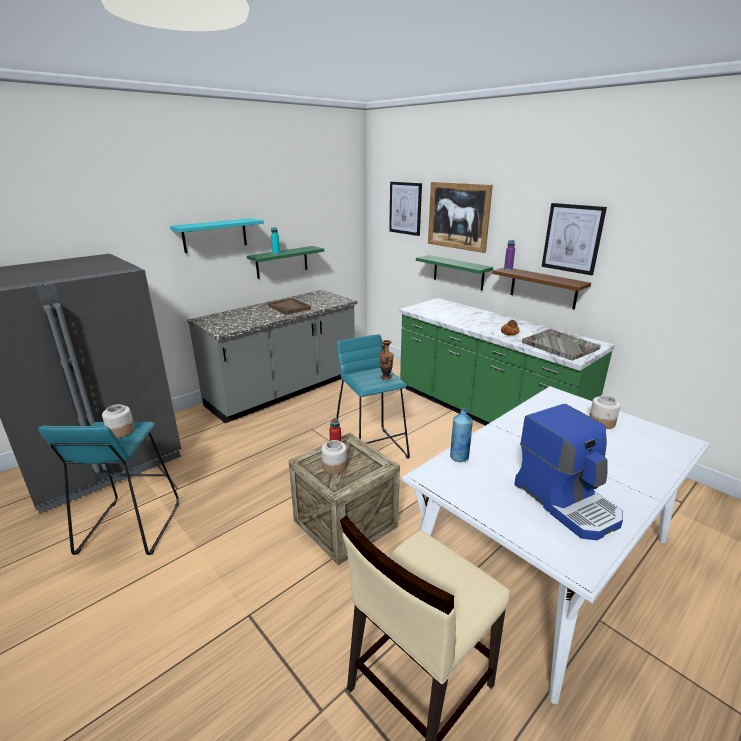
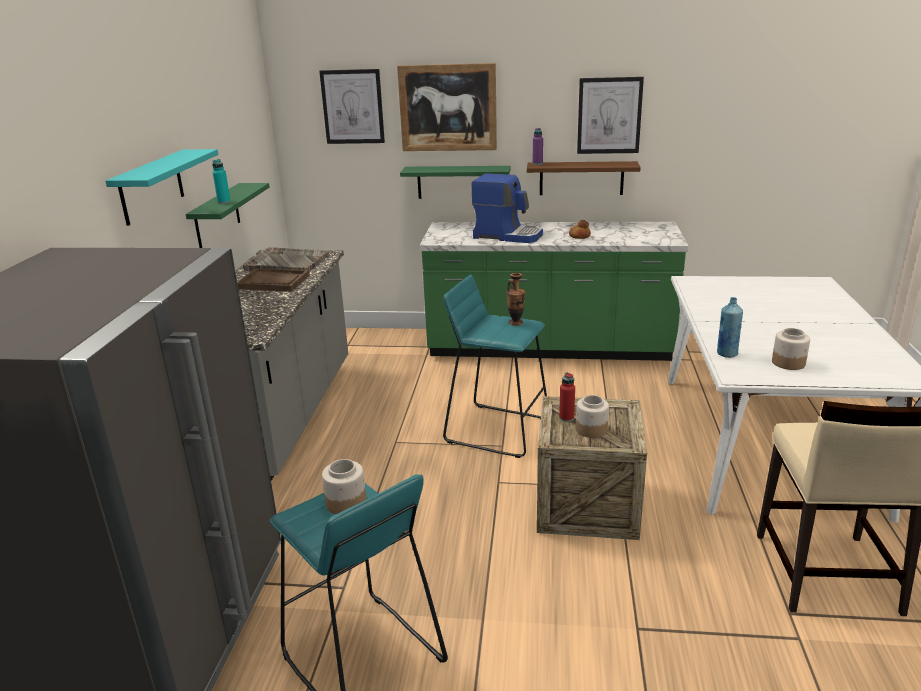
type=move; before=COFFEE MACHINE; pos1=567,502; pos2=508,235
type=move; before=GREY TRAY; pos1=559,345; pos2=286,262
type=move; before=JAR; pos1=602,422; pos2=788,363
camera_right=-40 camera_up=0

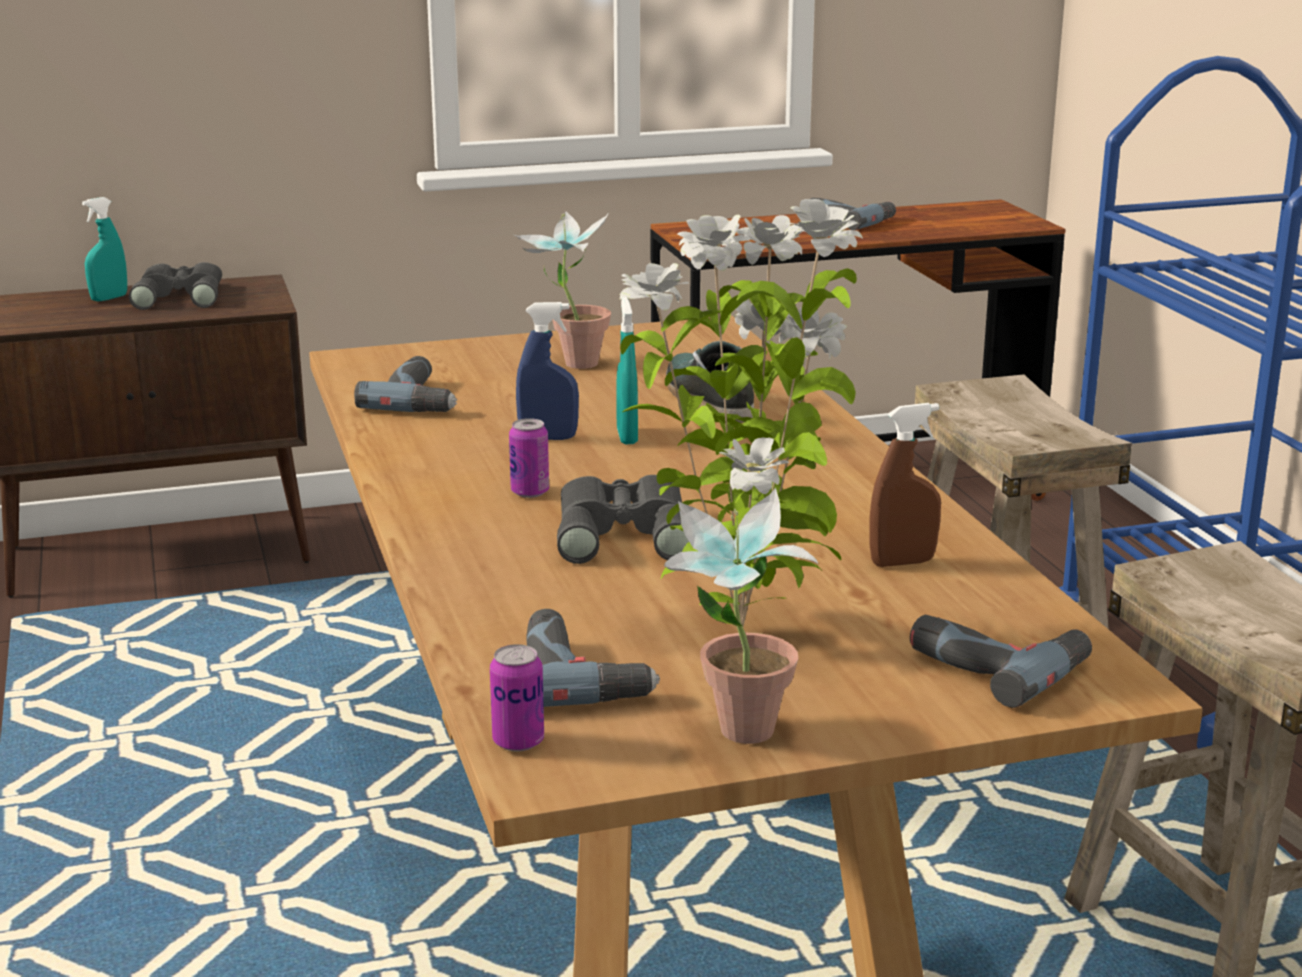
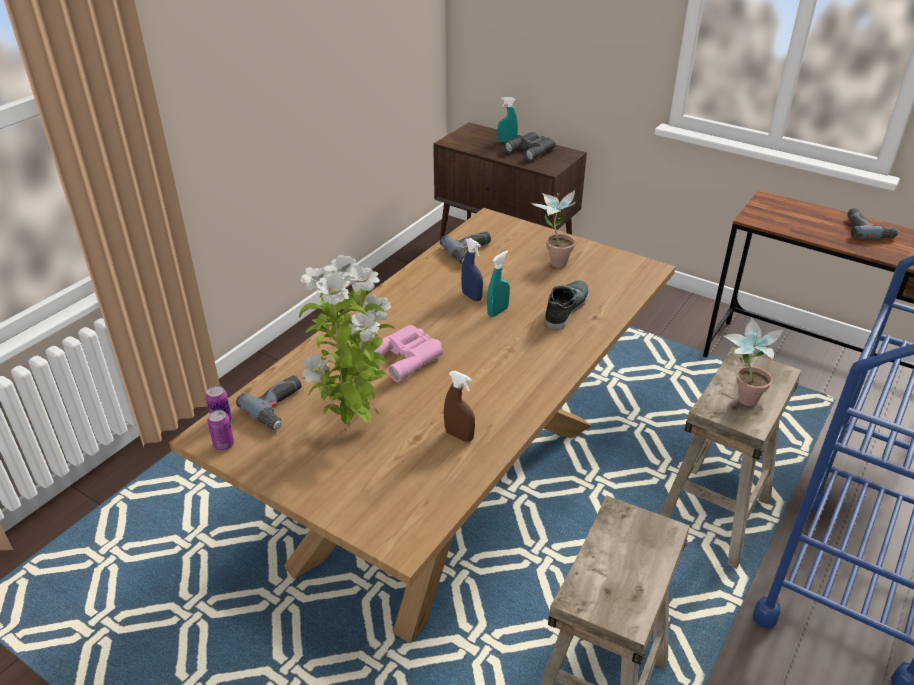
type=move; before=CAN; pos1=530,492; pos2=224,444
type=recolor; before=GREY BINOCULARS; after=PINK BINOCULARS; pos1=623,531; pos2=407,357
type=move; before=POTTED PLANT; pos1=734,739; pos2=740,400
type=delete; before=POWER DRILL; pos1=997,664
camera_right=50 camera_up=15

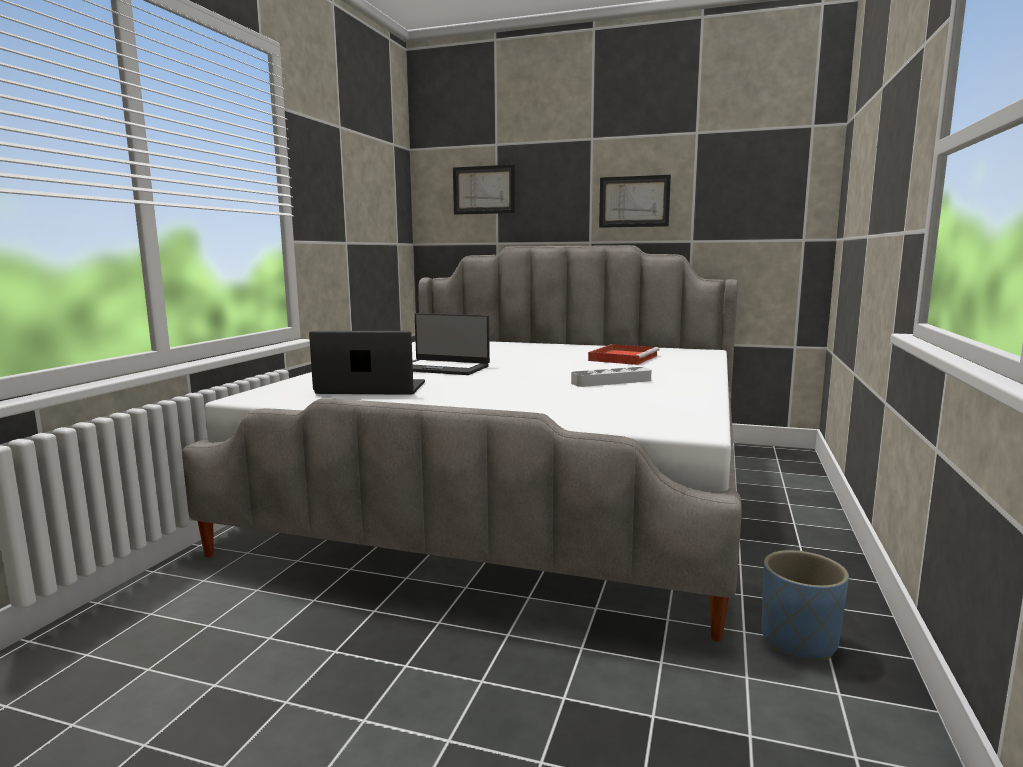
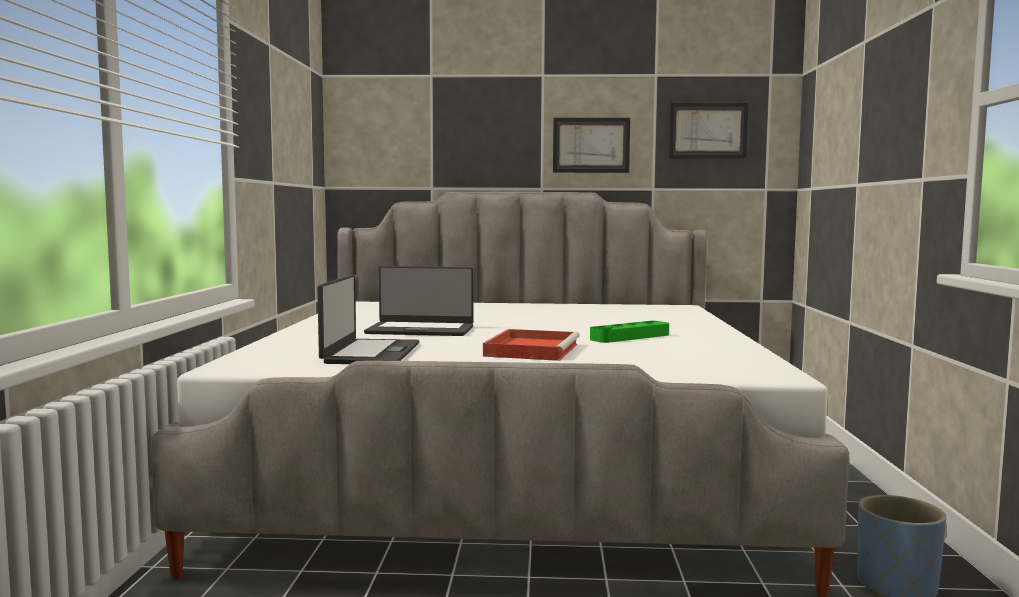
type=rotate; before=LAPTOP; pos1=370,389; pos2=370,353; turn=105
type=move; before=PICTURE; pos1=484,190; pos2=707,130
type=recolor; before=GREY TRAY; after=GREEN TRAY; pos1=611,381; pos2=630,337
type=move; before=RED TRAY; pos1=623,358; pos2=531,349
camera_right=-15 camera_up=-5

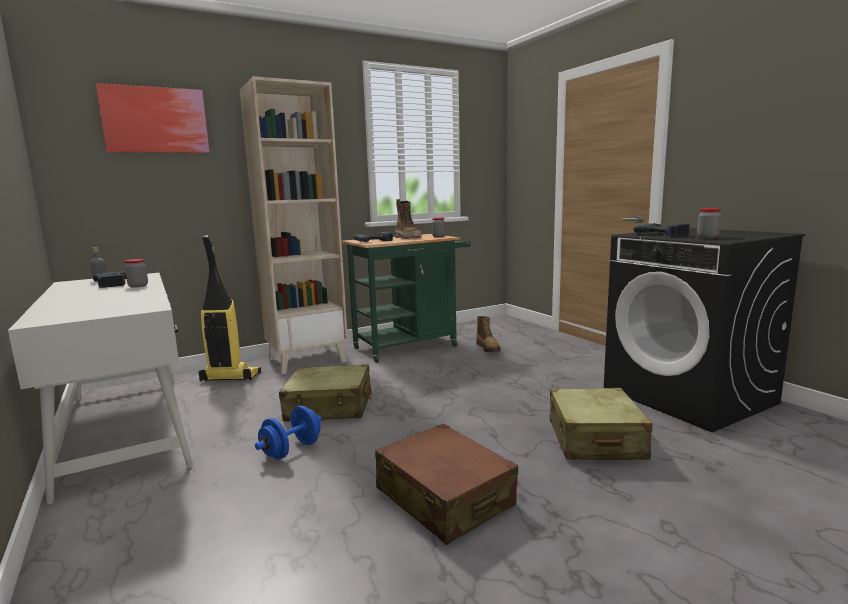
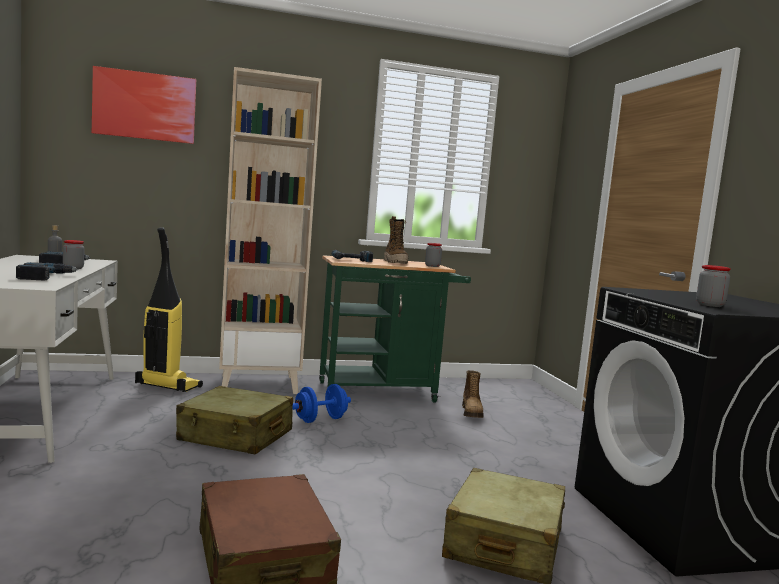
type=move; before=BLUE DUMBBELL; pos1=291,450; pos2=320,419
type=move; before=POWER DRILL; pos1=663,234; pos2=45,276
camera_right=15 camera_up=-5

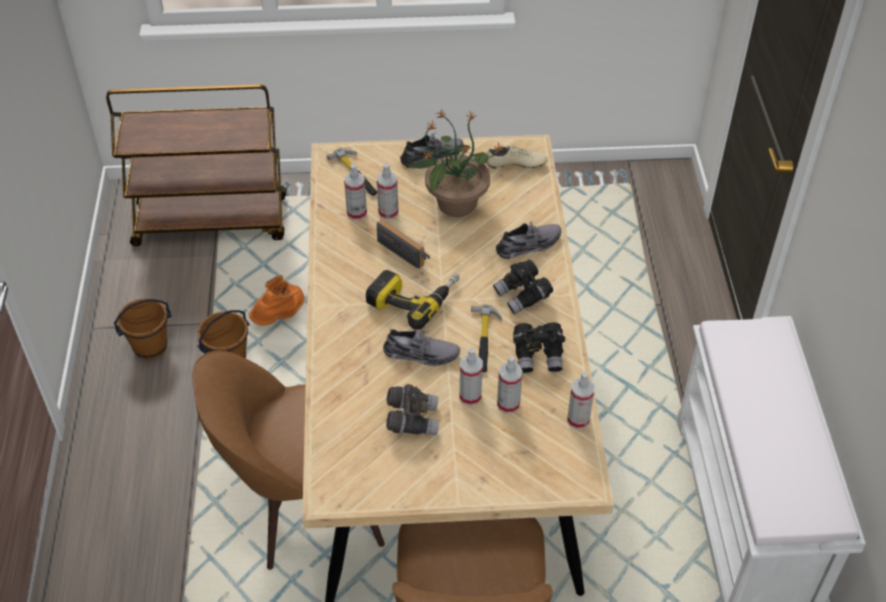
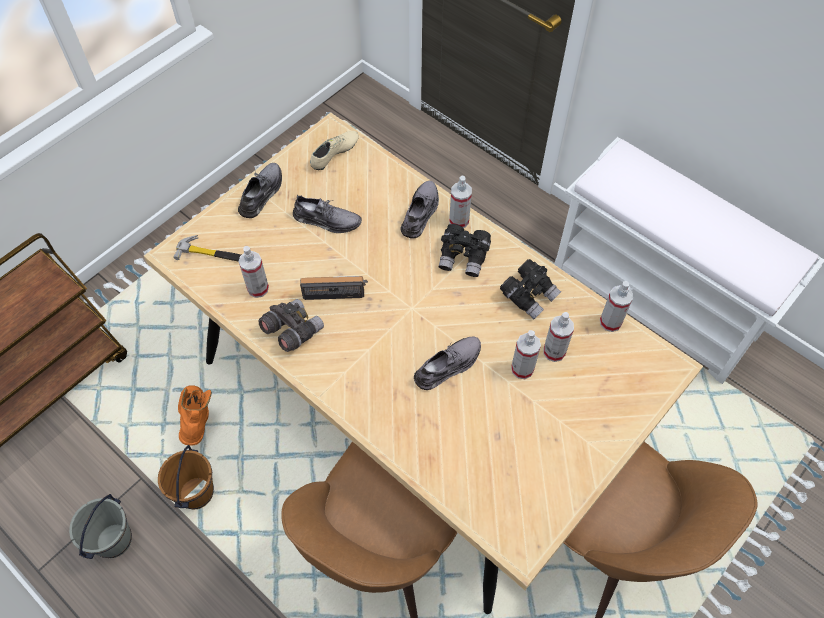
type=recolor; before=BROWN BUCKET; after=GREY BUCKET; pos1=150,347; pos2=113,540
type=delete; before=POWER DRILL; pos1=413,298
type=move; before=SPRAY BOTTLE; pos1=388,212; pos2=459,220
type=move; before=GREY BINOCULARS; pos1=412,419; pos2=292,331
type=replace; before=POTTED PLANT; after=GREY SHOE; pos1=455,203; pos2=327,220
type=delete; before=HAMMER; pos1=484,340
camera_right=-45 camera_up=10

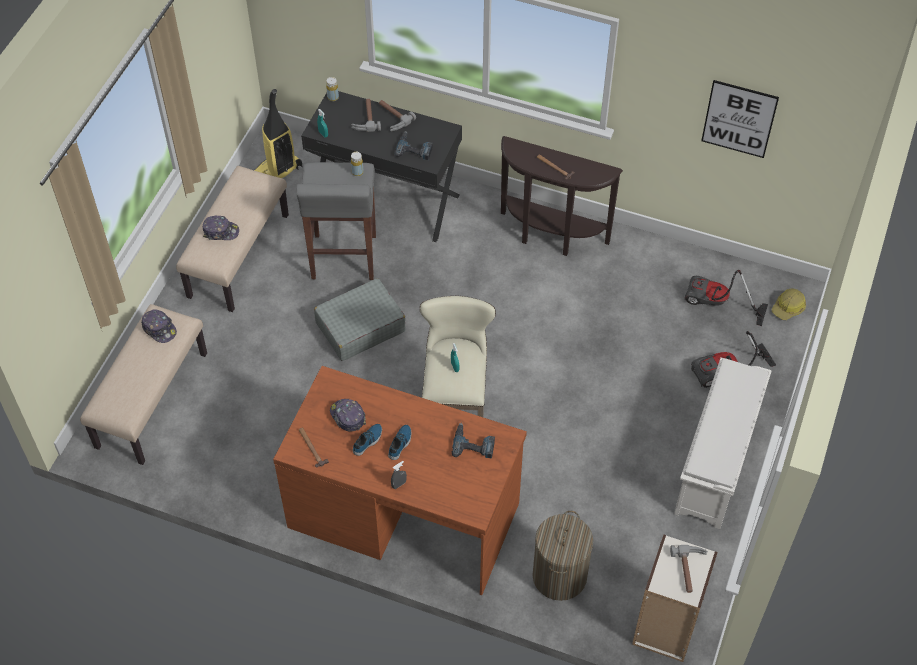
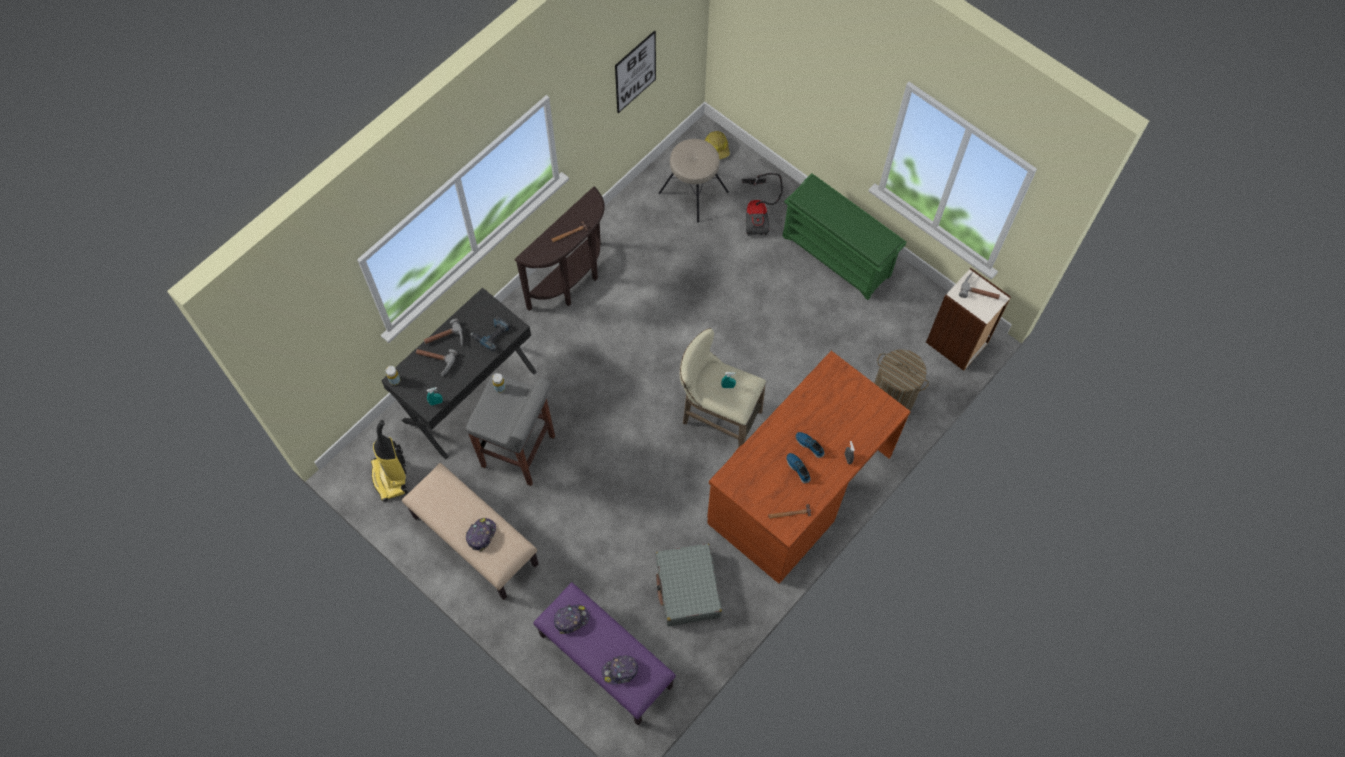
type=recolor; before=BEIGE BENCH; after=PURPLE BENCH; pos1=151,399; pos2=604,661
type=move; before=GREY SUITCASE; pos1=360,327; pos2=687,588
type=move; before=CAP; pos1=347,416; pos2=620,671
type=delete; before=POWER DRILL; pos1=473,444
type=recolor; before=WHITE SHOE RACK; after=GREEN SHOE RACK; pos1=715,466; pos2=837,256
type=replace; before=VACUUM CLEANER; after=BEIGE STOOL; pos1=717,304; pos2=693,193
camera_right=-70 camera_up=10

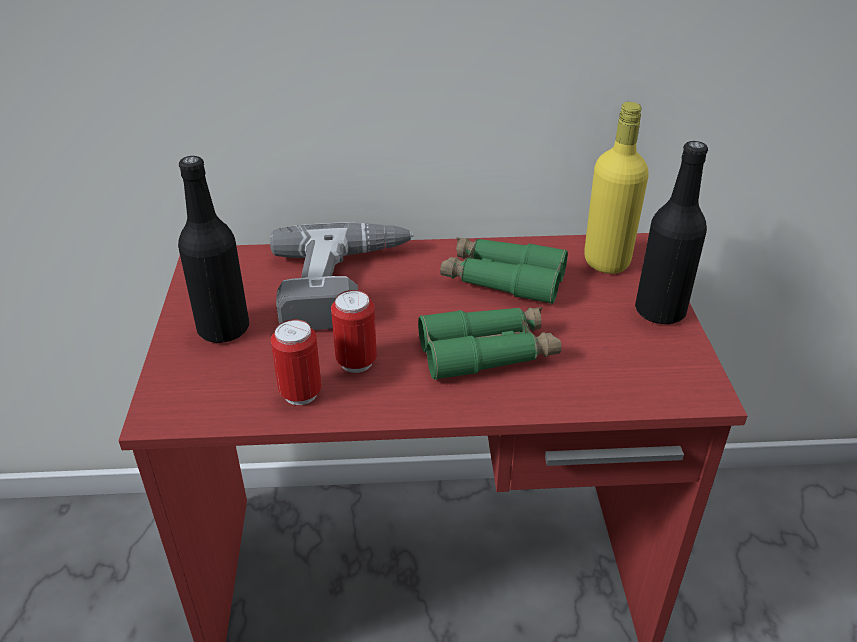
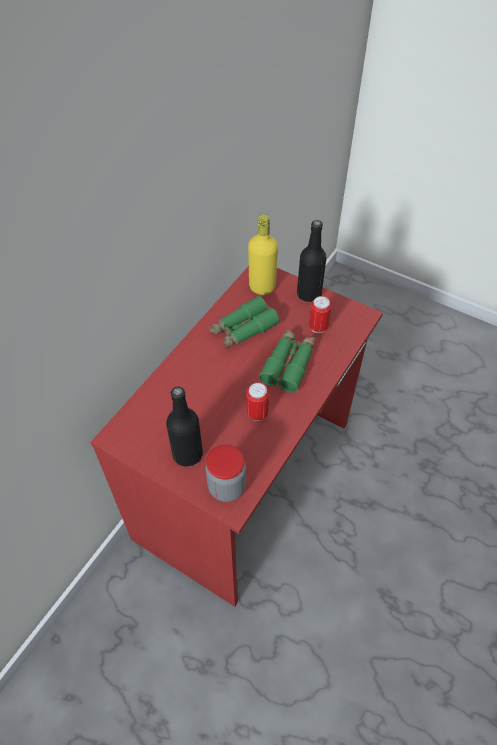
type=delete; before=POWER DRILL; pos1=345,285
type=move; before=CAN; pos1=300,393; pos2=318,327
type=insert; after=JAR; pos2=227,487
camera_right=-55 camera_up=15

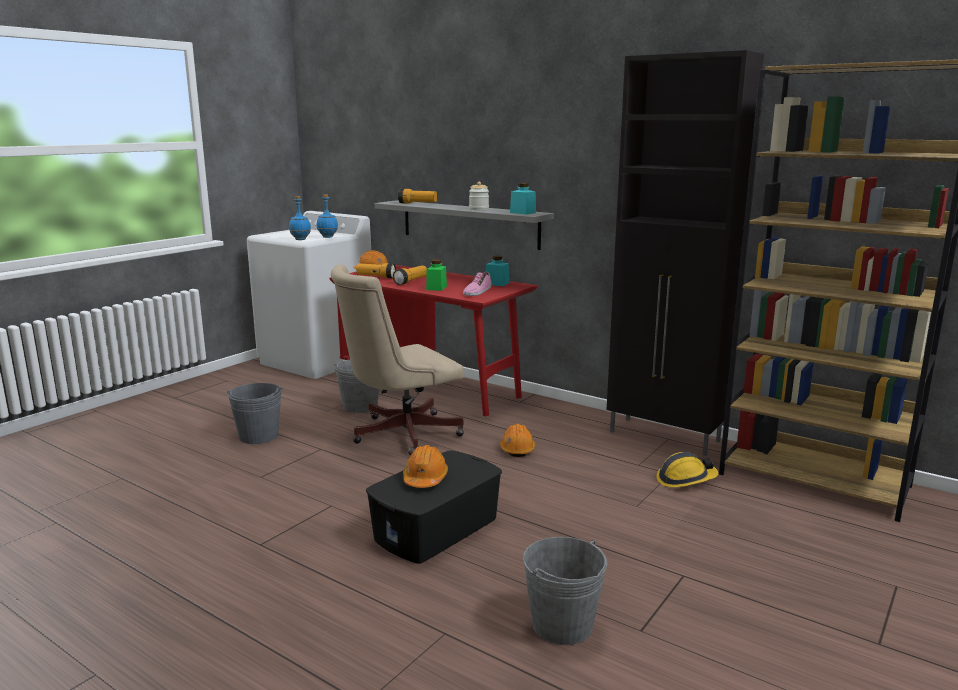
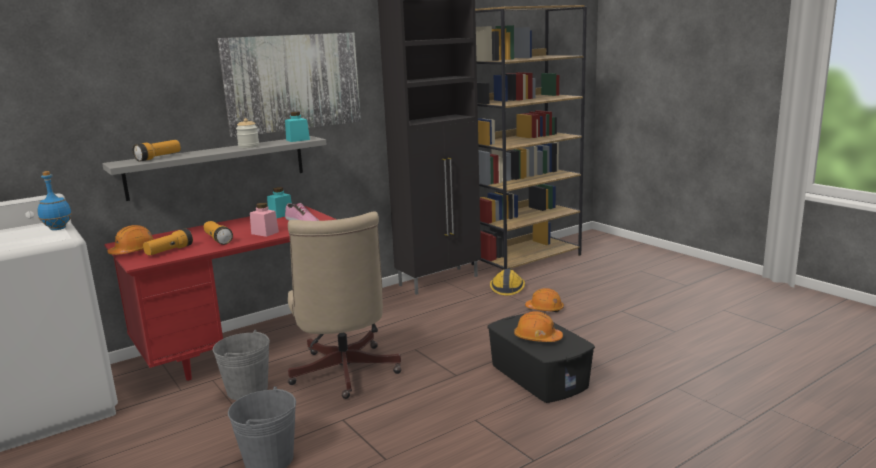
type=delete; before=BLUE BOTTLE; pos1=300,239
type=recolor; before=GREEN JAR; after=PINK JAR; pos1=436,288; pos2=265,233
type=move; before=ORANGE HARD HAT; pos1=517,449; pos2=545,309
type=delete; before=GREY BUCKET; pos1=562,625
type=insert; after=PICTURE; pos2=293,82
camera_right=-70 camera_up=0

